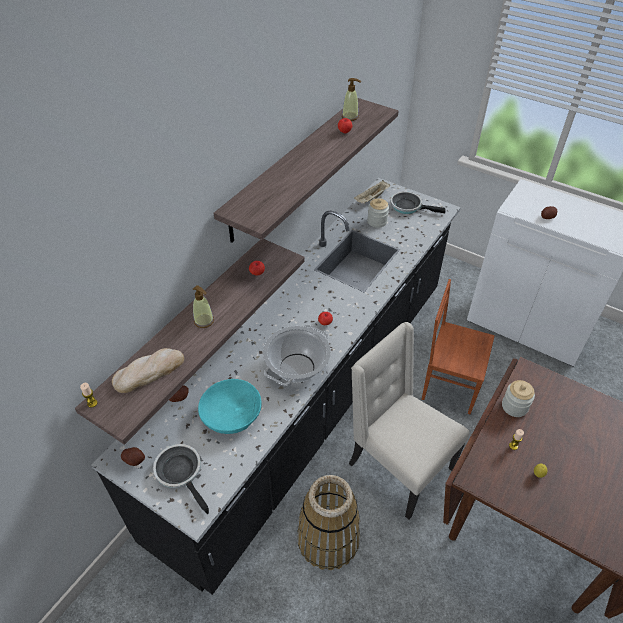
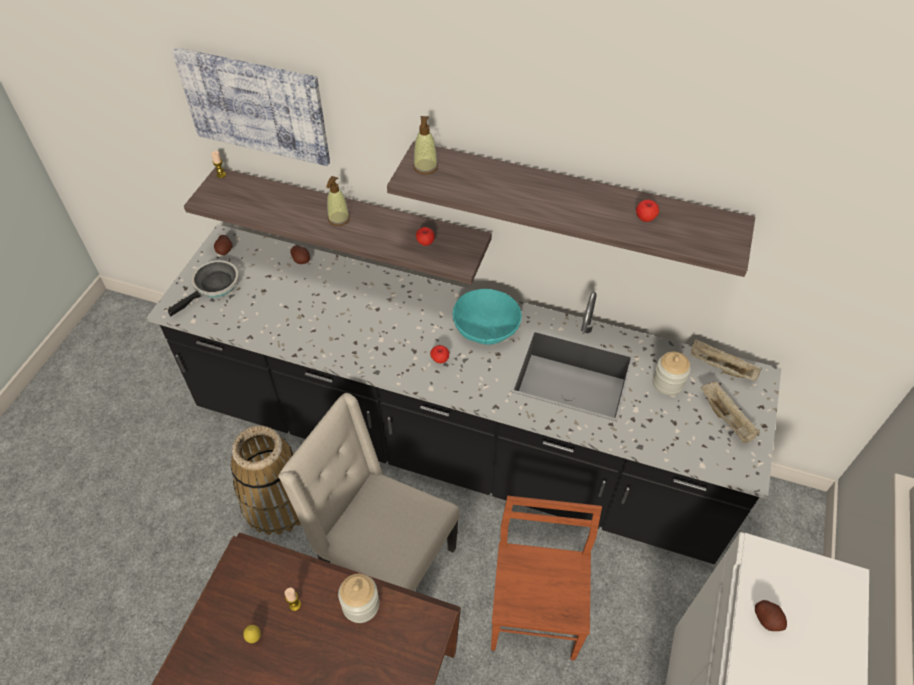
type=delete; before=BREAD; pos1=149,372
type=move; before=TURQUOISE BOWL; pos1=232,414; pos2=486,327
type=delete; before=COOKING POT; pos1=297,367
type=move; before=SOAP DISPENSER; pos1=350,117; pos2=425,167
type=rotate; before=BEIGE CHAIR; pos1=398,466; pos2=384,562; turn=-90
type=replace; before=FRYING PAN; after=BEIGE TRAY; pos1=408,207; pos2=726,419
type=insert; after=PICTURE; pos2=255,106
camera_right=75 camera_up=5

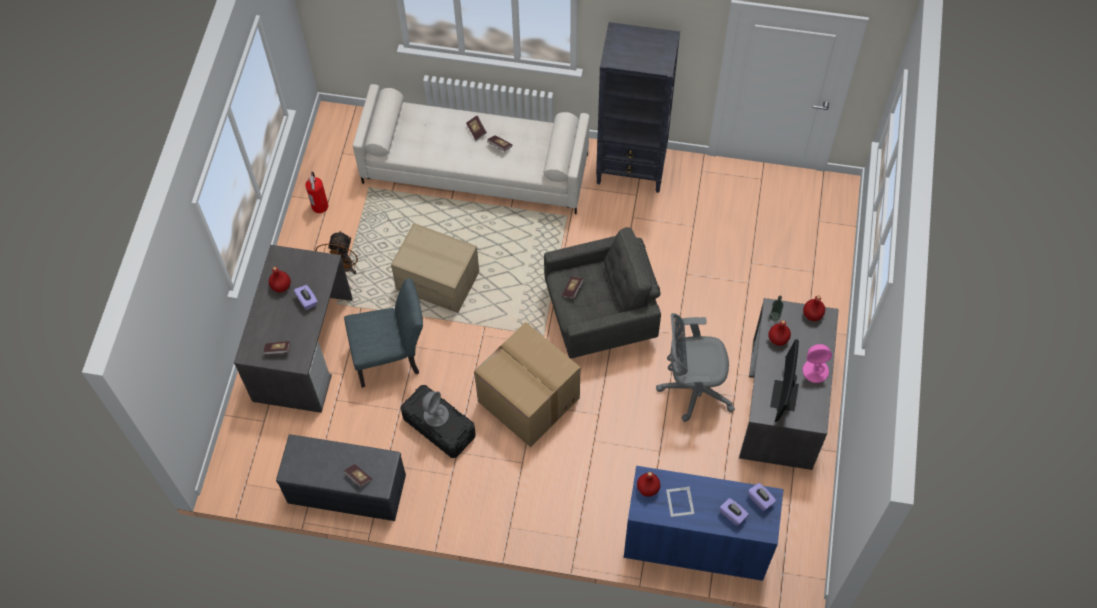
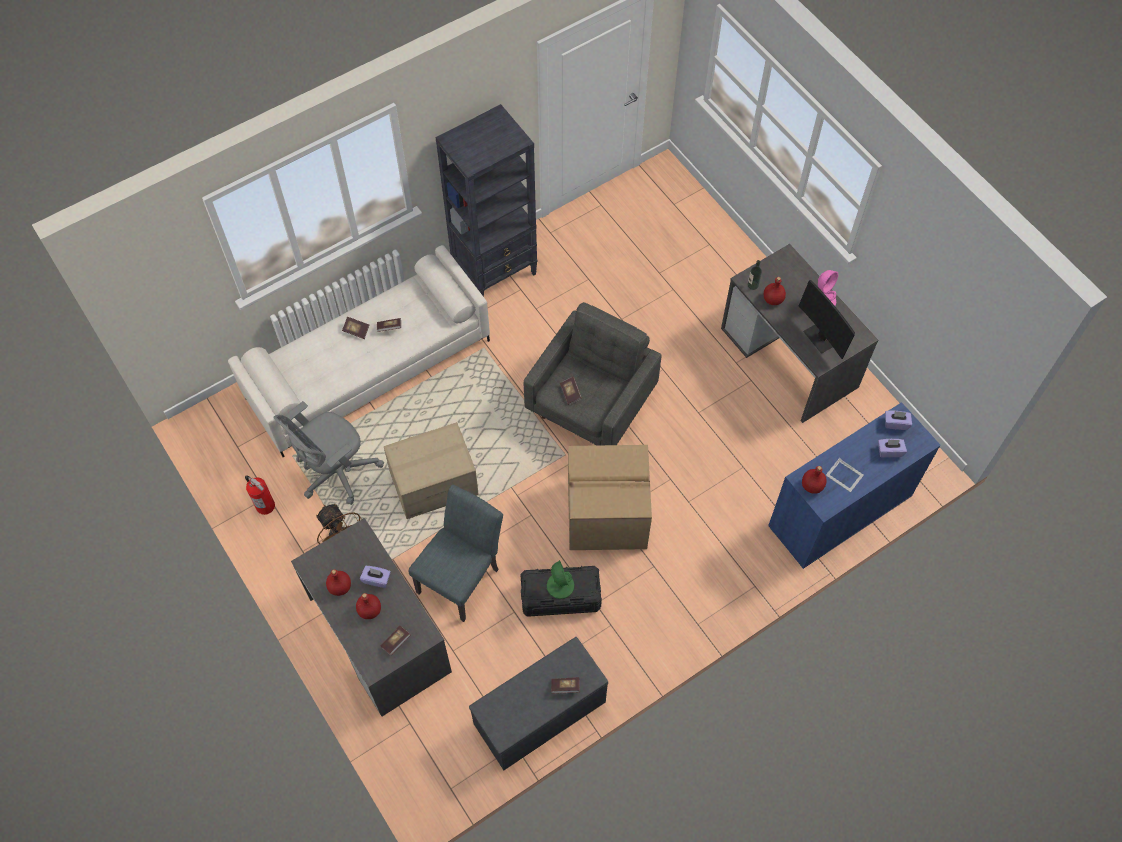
type=recolor; before=GREY TABLE LAMP; after=GREEN TABLE LAMP; pos1=436,415; pos2=560,586
type=move; before=GREY OFFICE CHAIR; pos1=692,389; pos2=336,473
type=move; before=RED BOTTLE; pos1=812,315; pos2=370,610
camera_right=-45 camera_up=0

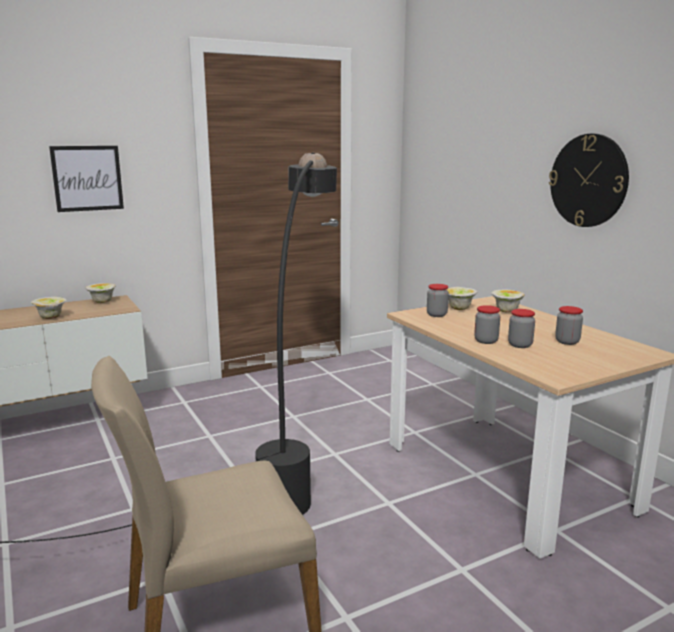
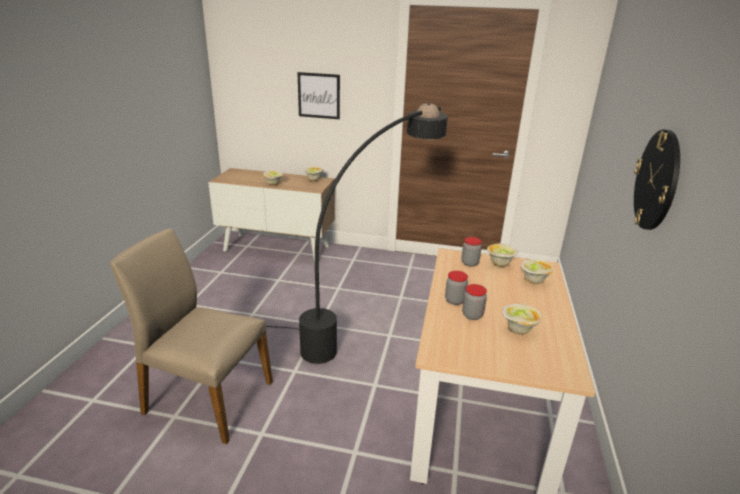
type=replace; before=JAR; after=BOWL; pos1=567,342; pos2=518,330
camera_right=40 camera_up=10

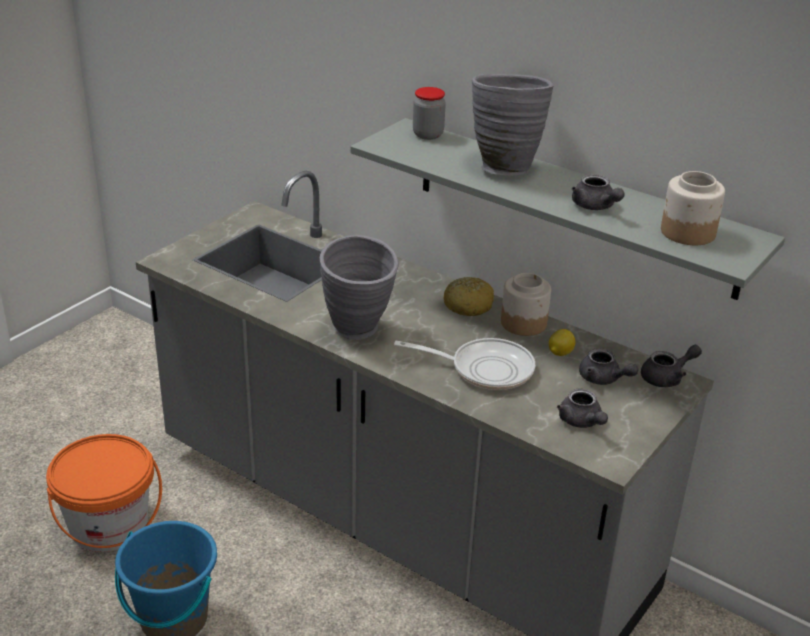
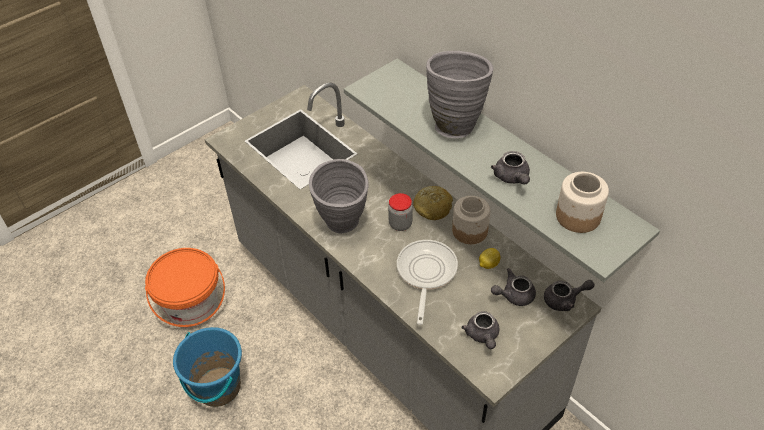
type=rotate; before=FRYING PAN; pos1=484,369; pos2=425,274; turn=-105
type=move; before=JAR; pos1=428,135; pos2=400,224
type=rotate; before=GREY TEAPOT; pos1=603,379; pos2=513,295; turn=105
camera_right=15 camera_up=15

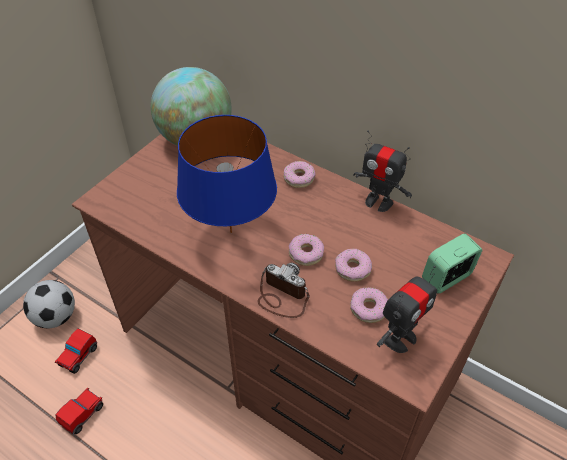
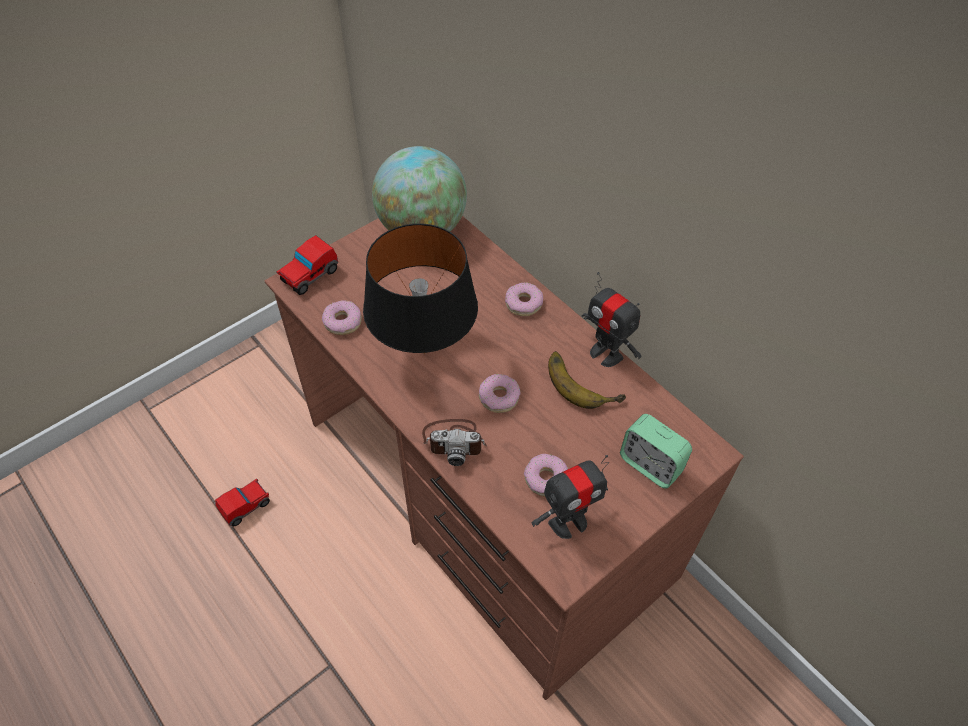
type=delete; before=FOOTBALL; pos1=56,317
type=move; before=TOY CAR; pos1=78,356; pos2=309,276
type=recolor; before=BLUE TABLE LAMP; after=BLACK TABLE LAMP; pos1=231,232; pos2=424,353
type=rotate; before=PHOTO CAMERA; pos1=281,296; pos2=454,441; turn=135
type=move; before=DONUT; pos1=353,269; pos2=343,322
type=rotate; before=ALARM CLOCK; pos1=447,278; pos2=650,465; turn=-120
type=insert; after=BANANA; pos2=583,381
camera_right=15 camera_up=5

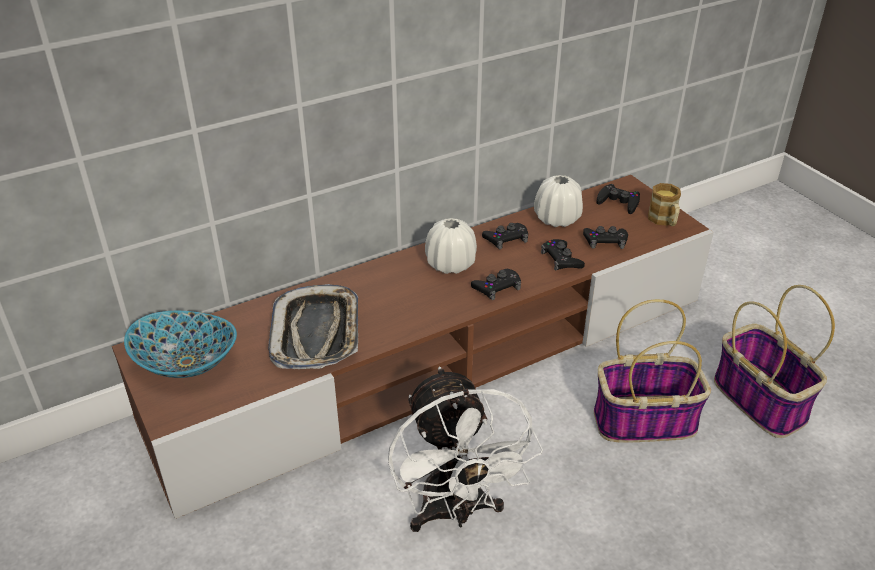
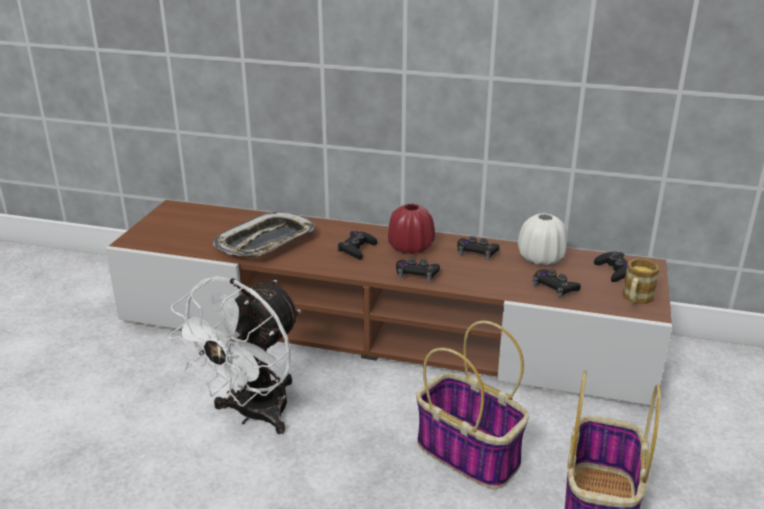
type=delete; before=BOWL; pos1=187,362
type=recolor; before=WHITE VASE; after=RED VASE; pos1=450,264; pos2=411,247
type=move; before=BLACK GAME CONTROLLER; pos1=561,259; pos2=356,249
camera_right=45 camera_up=-10

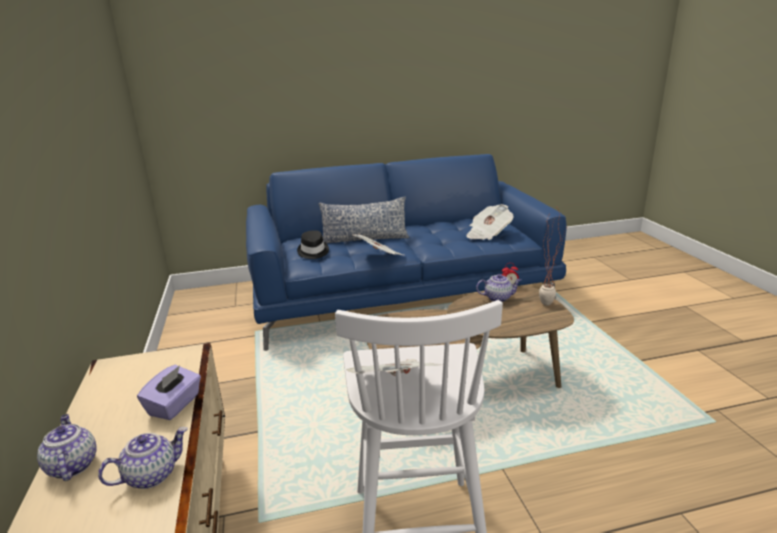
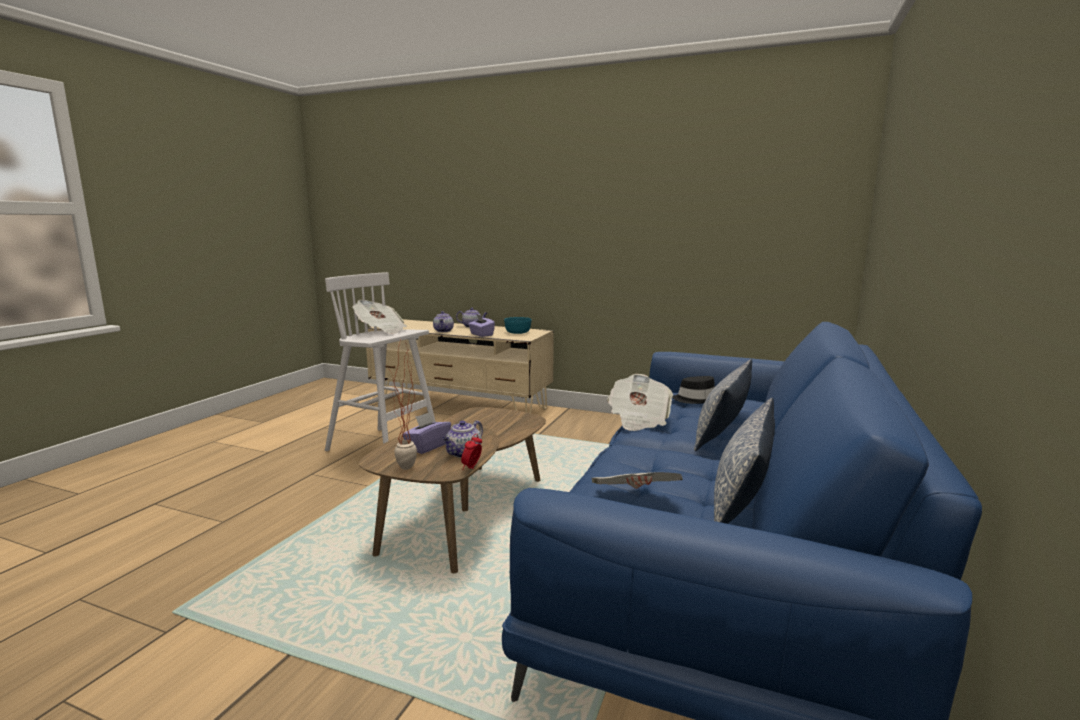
type=insert; after=PURPLE TISSUE BOX; pos2=427,446
type=insert; after=TURQUOISE BOWL; pos2=518,332
type=insert; after=PILLOW; pos2=741,495
camera_right=125 camera_up=-10

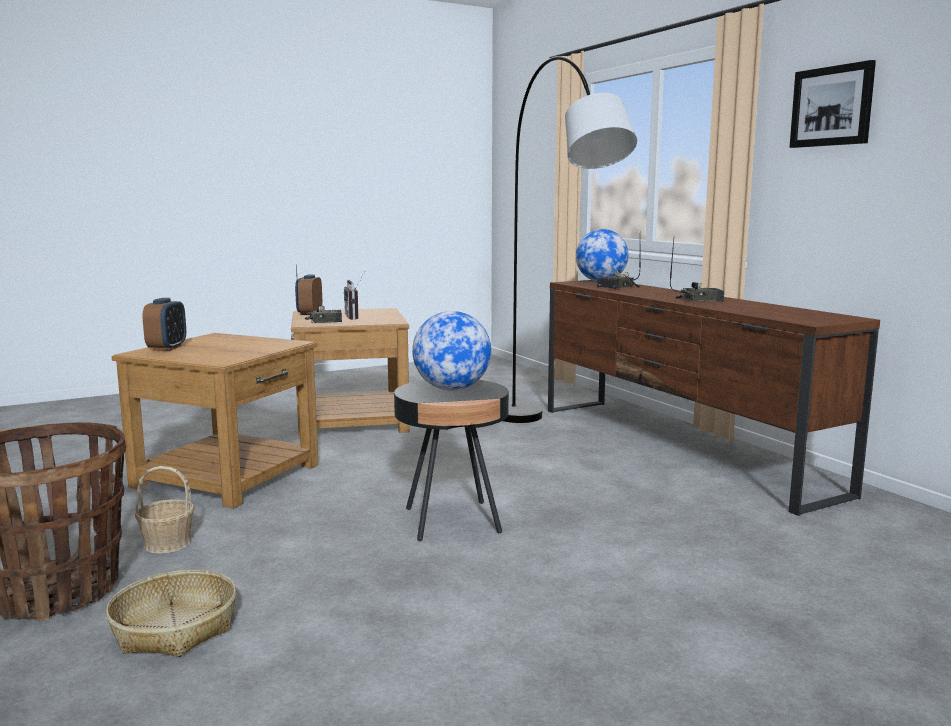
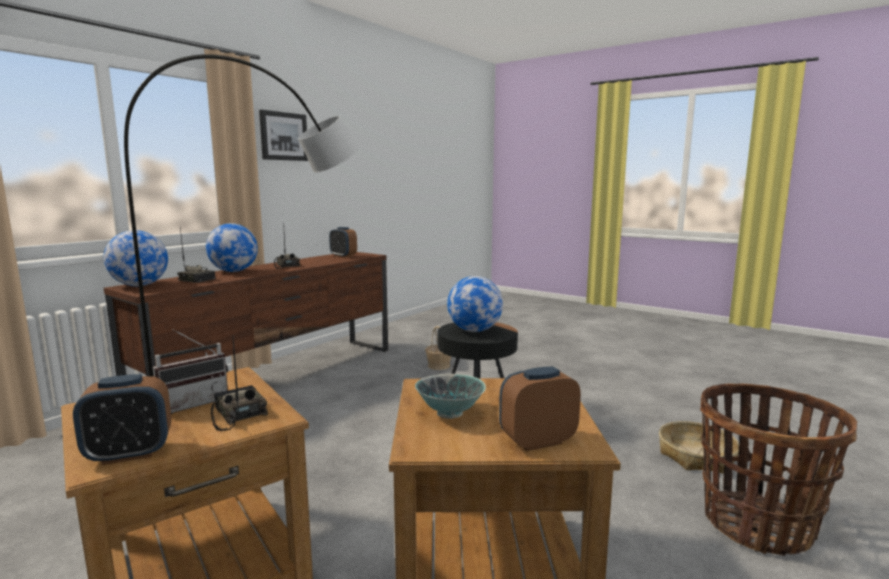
type=move; before=BASKET; pos1=167,543; pos2=439,366
type=insert; after=GLOBE; pos2=234,271
type=insert; after=ALARM CLOCK; pos2=343,256
type=insert; after=BOWL; pos2=450,414
camera_right=-115 camera_up=0

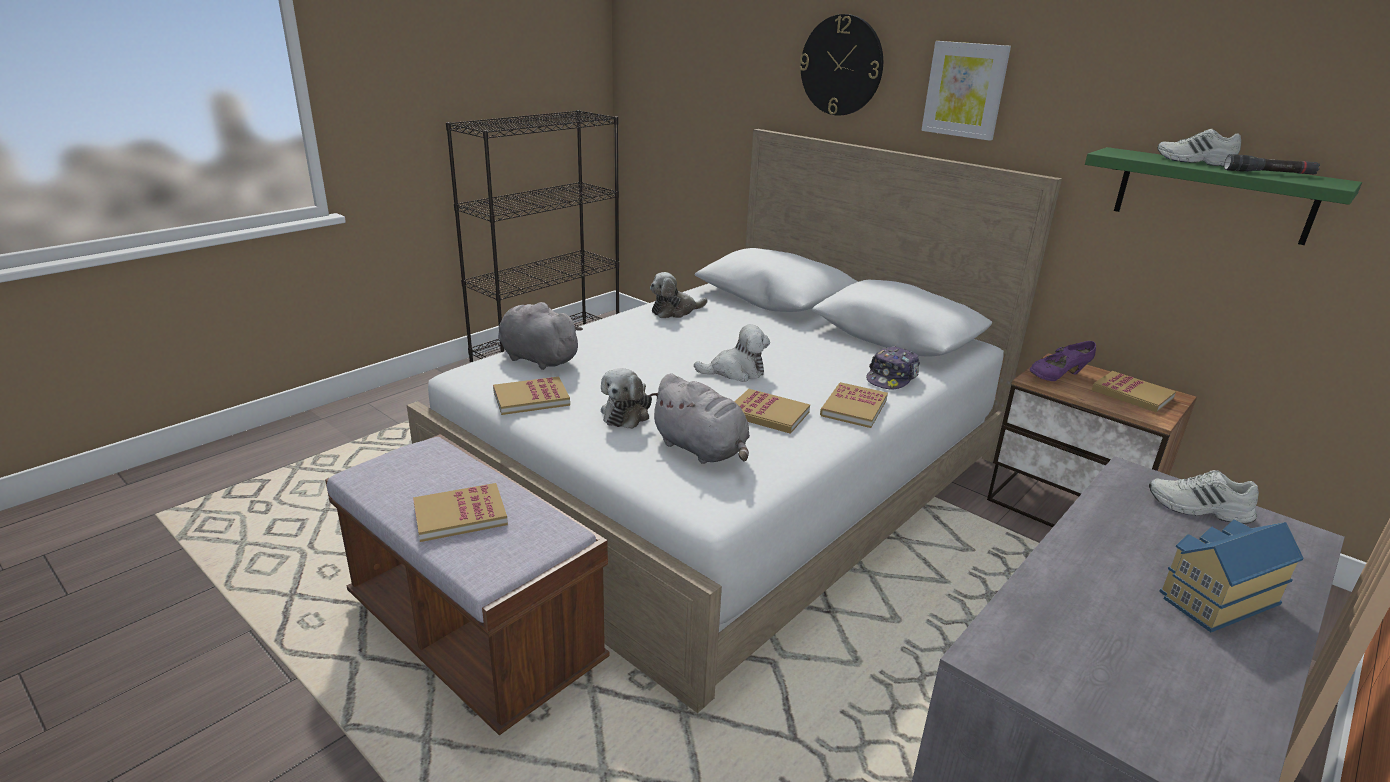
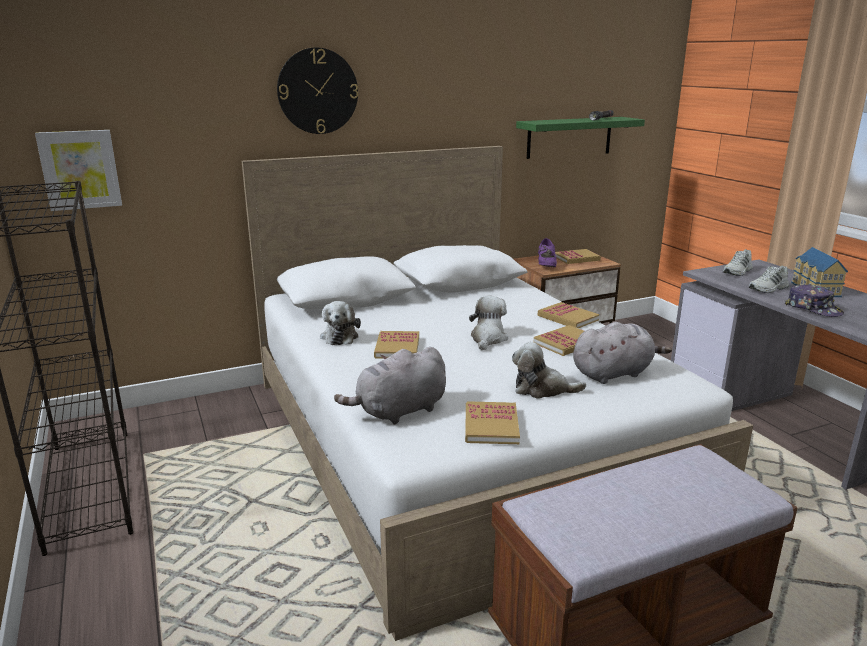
type=move; before=BOOK; pos1=460,515; pos2=397,347
type=rotate; before=PLUSH TOY; pos1=627,413; pos2=542,389; turn=150
type=move; before=CAP; pos1=892,378; pos2=813,309
type=move; before=PICTURE; pos1=965,90; pos2=80,169
type=move; before=WHITE SHOE; pos1=1195,161; pos2=769,289
camera_right=-65 camera_up=-5

